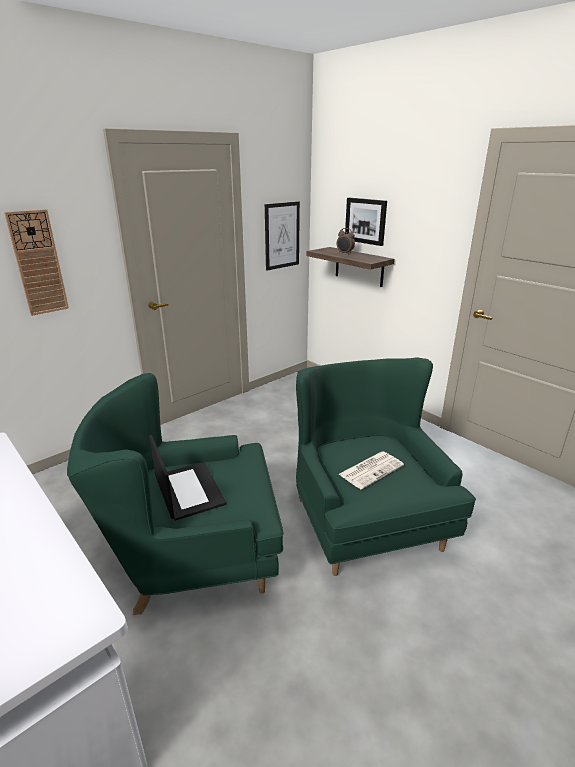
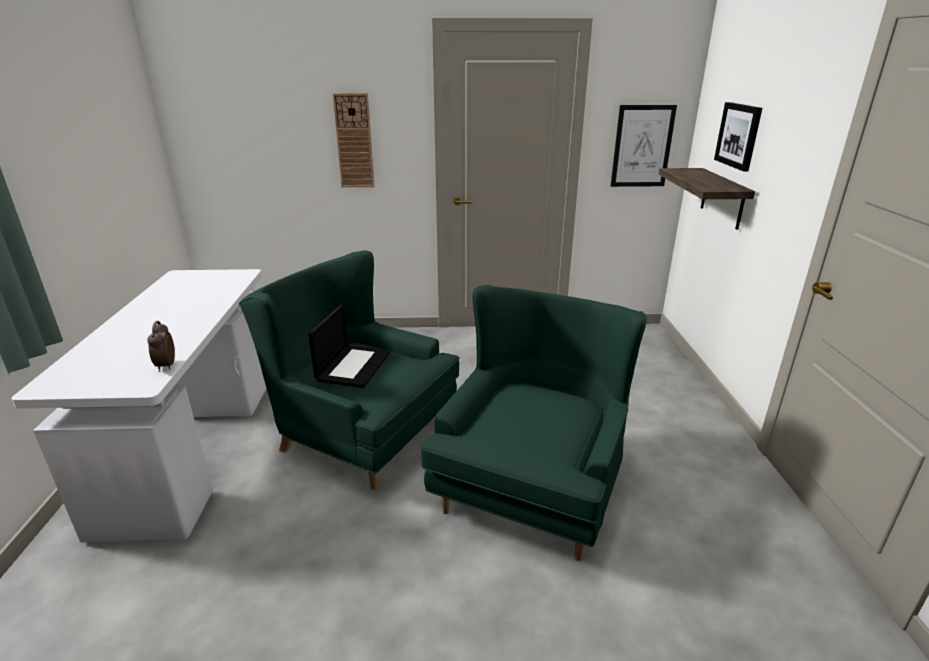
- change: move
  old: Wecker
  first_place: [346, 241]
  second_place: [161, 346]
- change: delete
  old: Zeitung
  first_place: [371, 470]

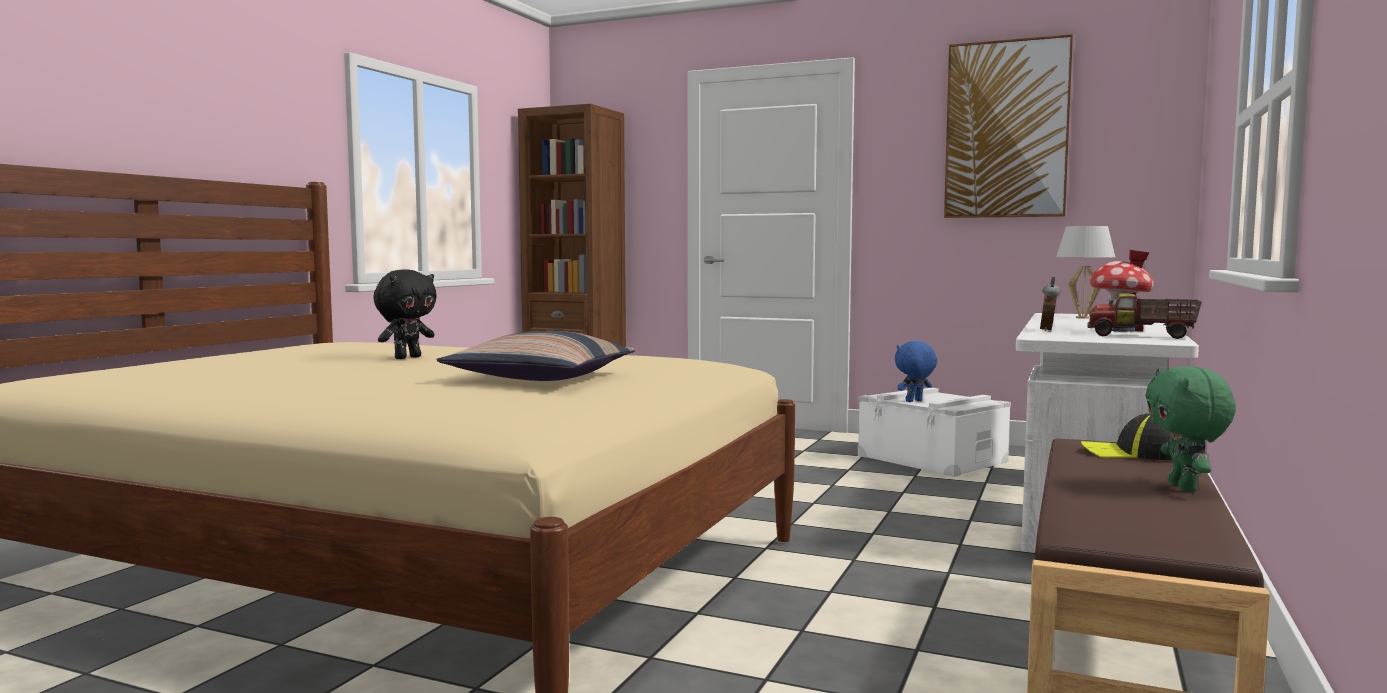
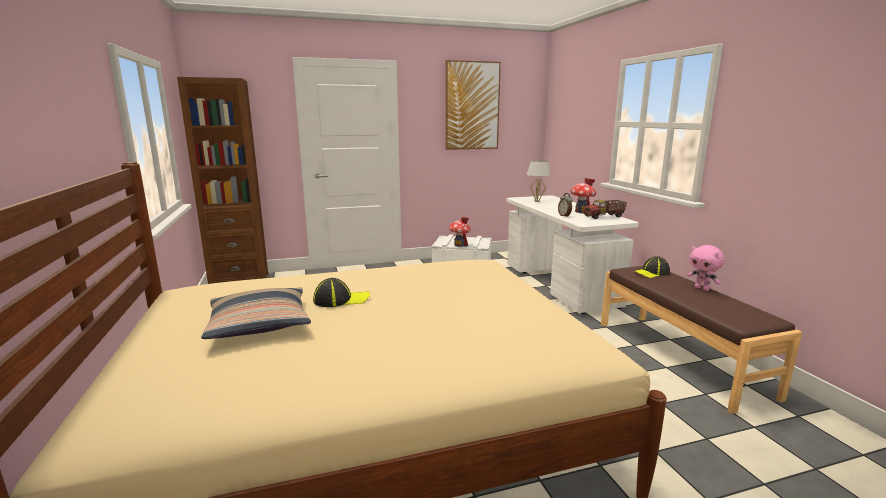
- change: replace
  old: Plüschtier/schwarz
  new: Kappe
  first_place: [405, 314]
  second_place: [341, 292]
- change: move
  old: Kissen
  first_place: [535, 356]
  second_place: [256, 313]
- change: replace
  old: Plüschtier/blau
  new: Spielzeughaus
  first_place: [916, 371]
  second_place: [460, 231]
- change: recolor
  old: Plüschtier/grün
  new: Plüschtier/rosa
  first_place: [1190, 429]
  second_place: [706, 268]

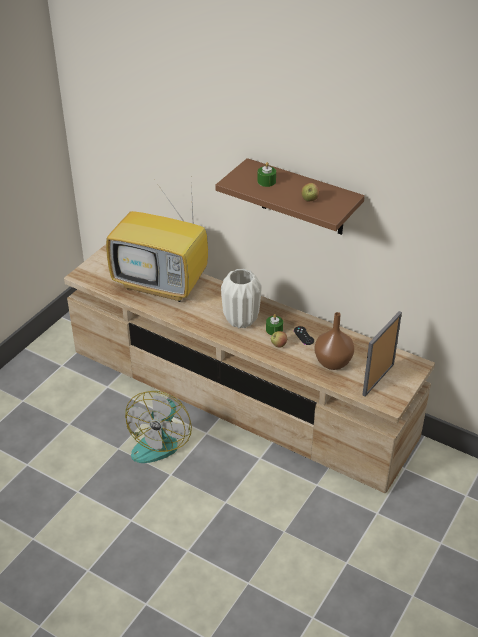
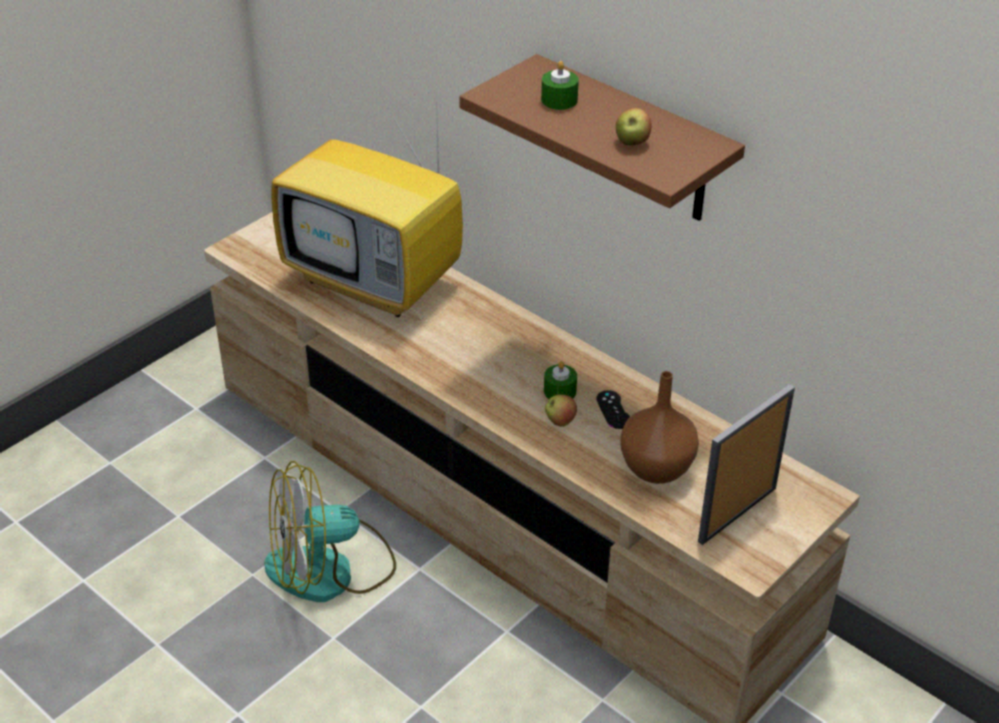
- change: rotate
  old: Ventilator
  first_place: [158, 427]
  second_place: [330, 531]
  degrees: 45
- change: delete
  old: Vase/weiß
  first_place: [241, 298]

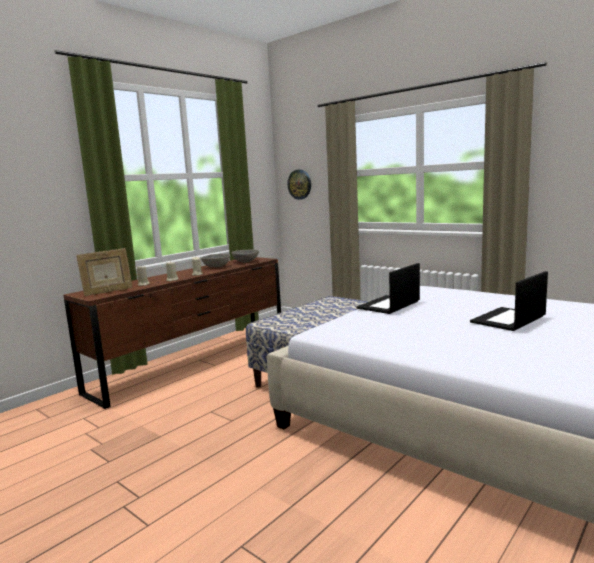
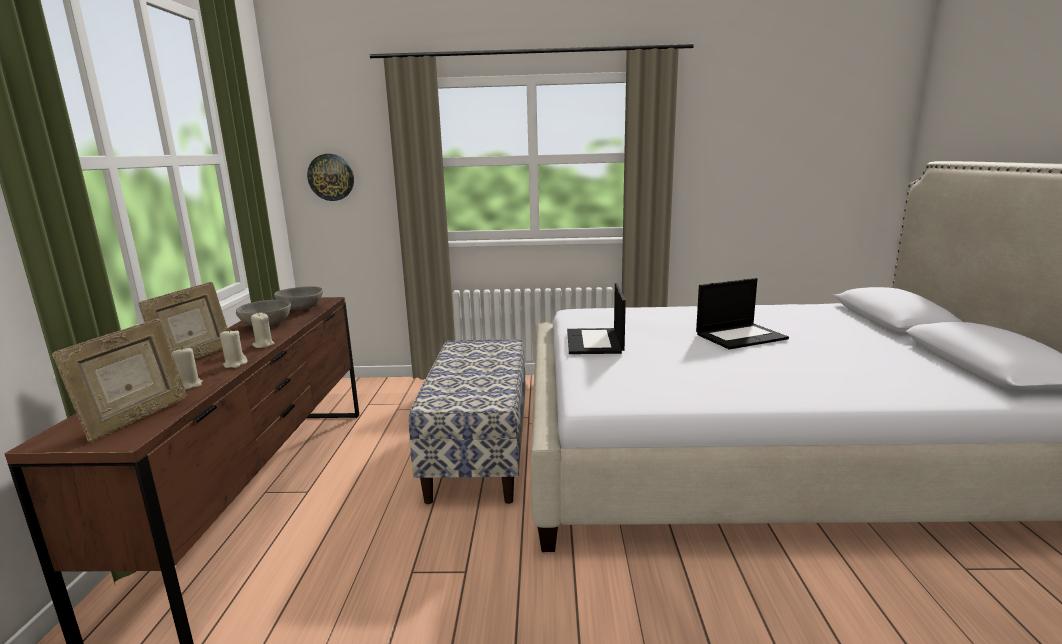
- change: rotate
  old: Laptop
  first_place: [509, 301]
  second_place: [742, 313]
  degrees: -120
- change: insert
  new: Bilderrahmen
  second_place: [183, 320]

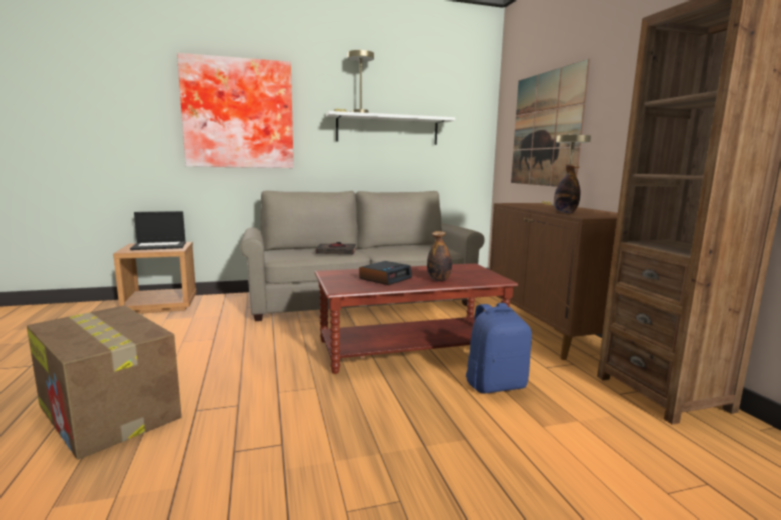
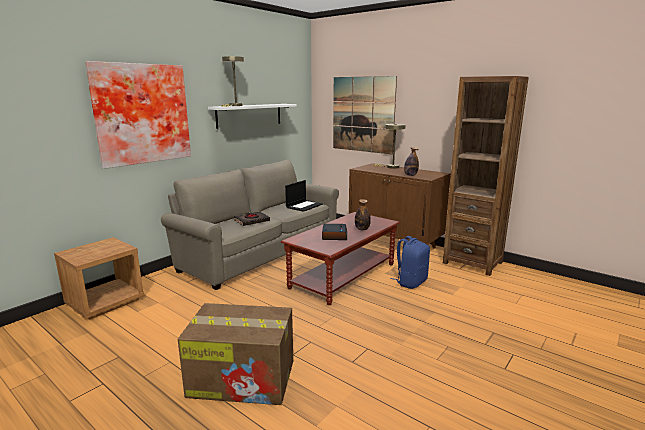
- change: move
  old: Laptop
  first_place: [158, 230]
  second_place: [304, 196]

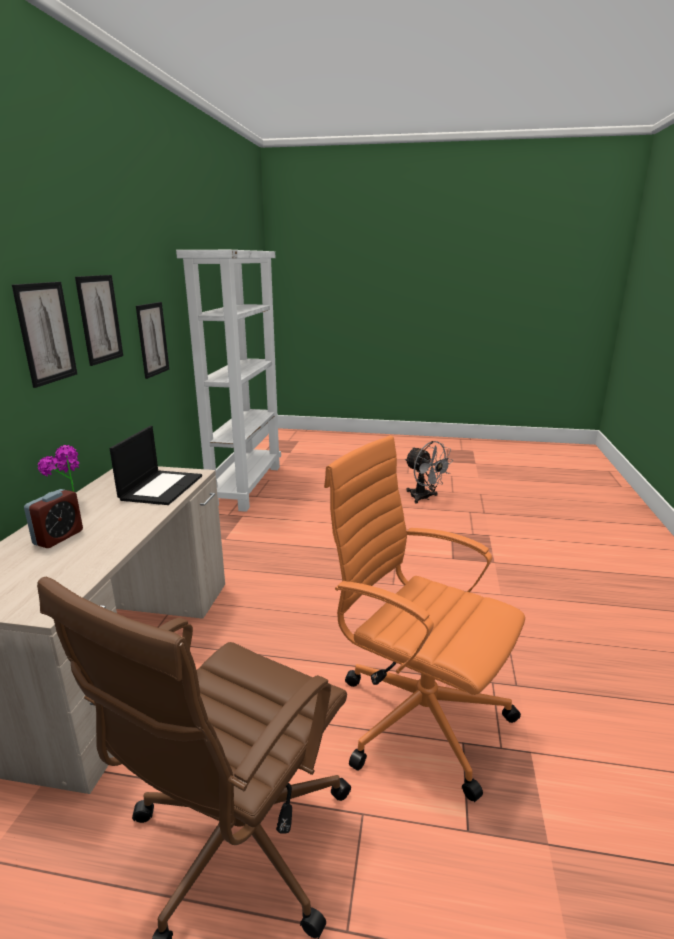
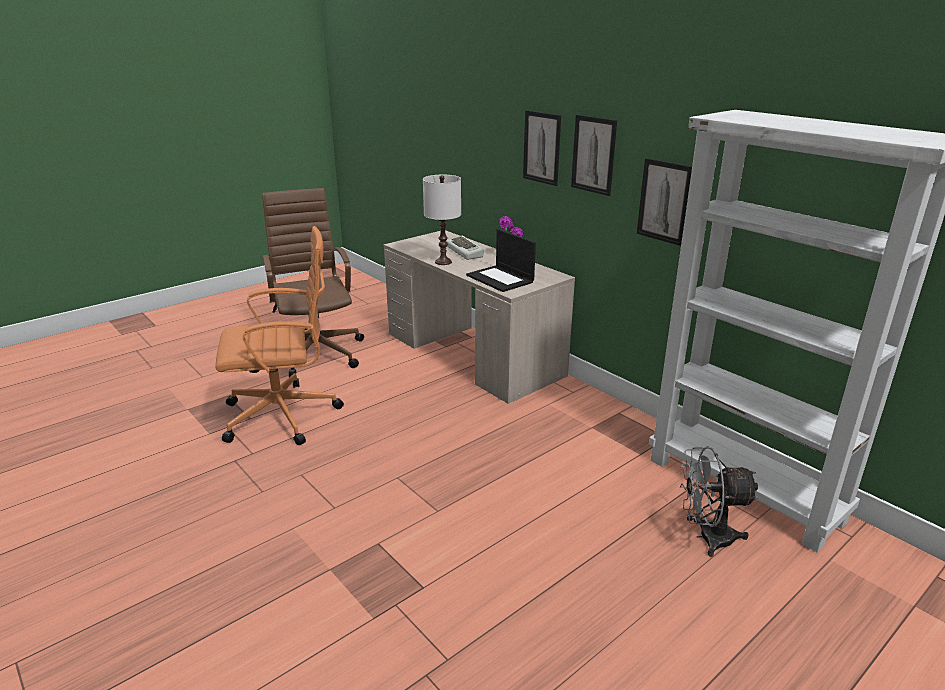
- change: replace
  old: Wecker
  new: Tastatur
  first_place: [53, 518]
  second_place: [464, 248]
- change: move
  old: Ventilator/grau
  first_place: [428, 472]
  second_place: [719, 501]
- change: insert
  new: Tischlampe/weiß
  second_place: [442, 220]

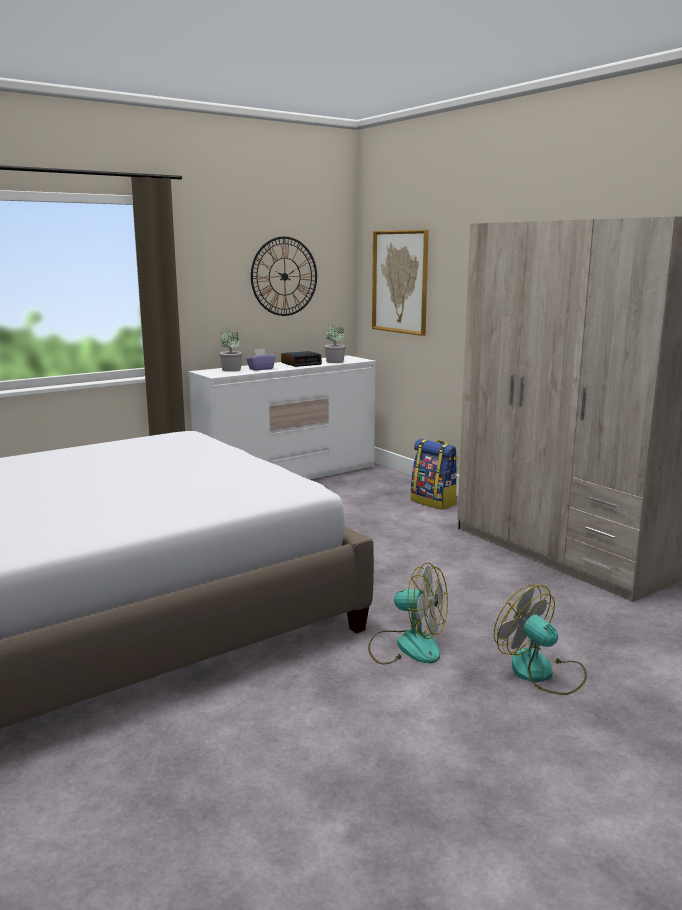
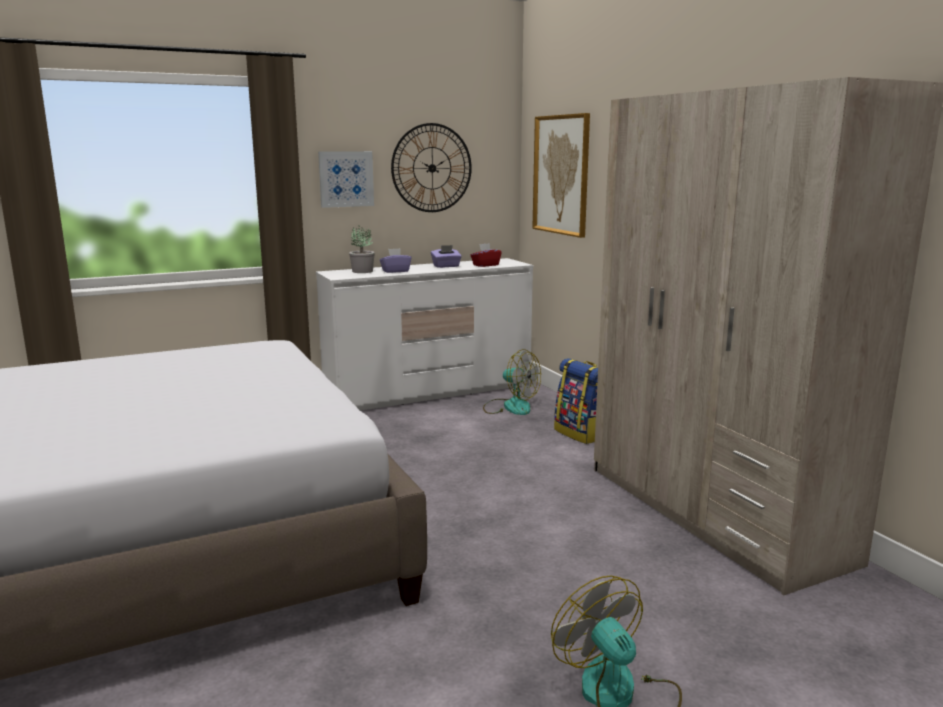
- change: replace
  old: Wecker
  new: Taschentuchbox/lila
  first_place: [301, 359]
  second_place: [446, 256]
- change: replace
  old: Topfpflanze
  new: Taschentuchbox/rot
  first_place: [335, 344]
  second_place: [486, 255]
- change: move
  old: Ventilator
  first_place: [408, 613]
  second_place: [512, 382]
- change: insert
  new: Bild
  second_place: [346, 179]

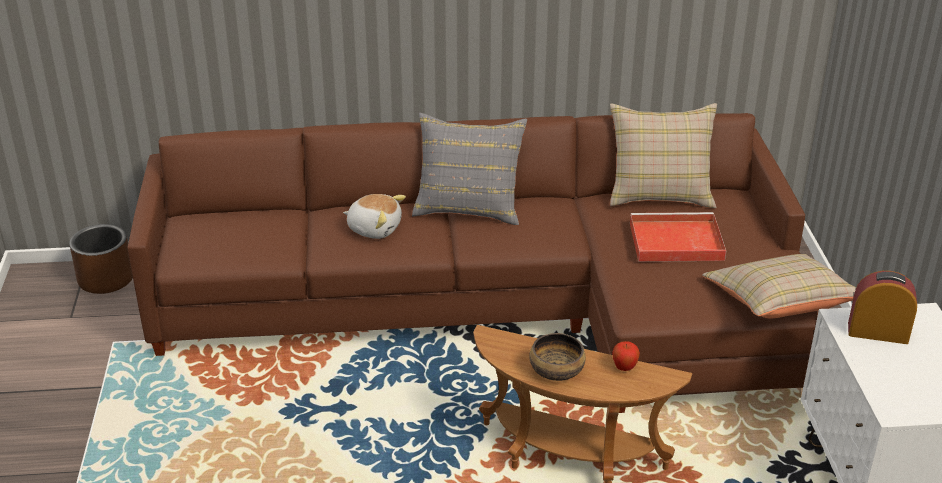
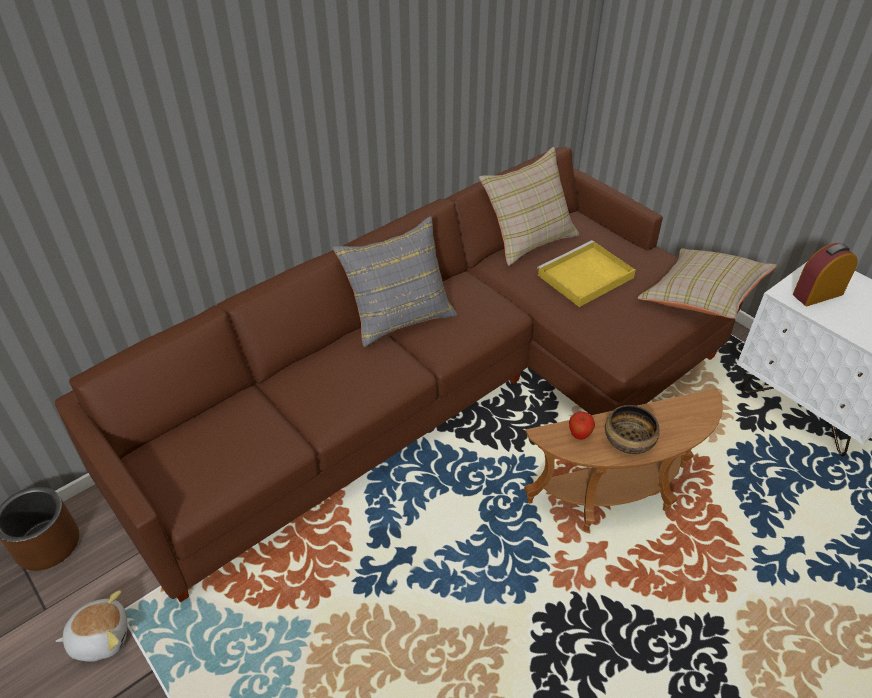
- change: move
  old: Plüschtier
  first_place: [374, 216]
  second_place: [91, 626]
- change: move
  old: Apfel
  first_place: [626, 356]
  second_place: [582, 426]
- change: recolor
  old: Tablett/rot
  new: Tablett/gelb
  first_place: [678, 237]
  second_place: [586, 273]

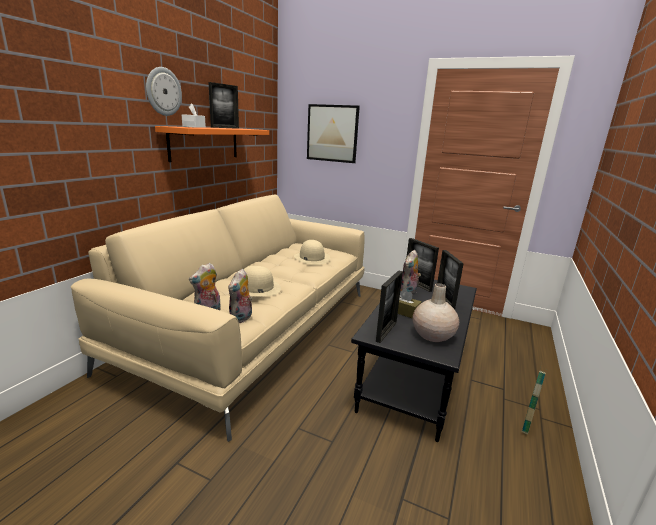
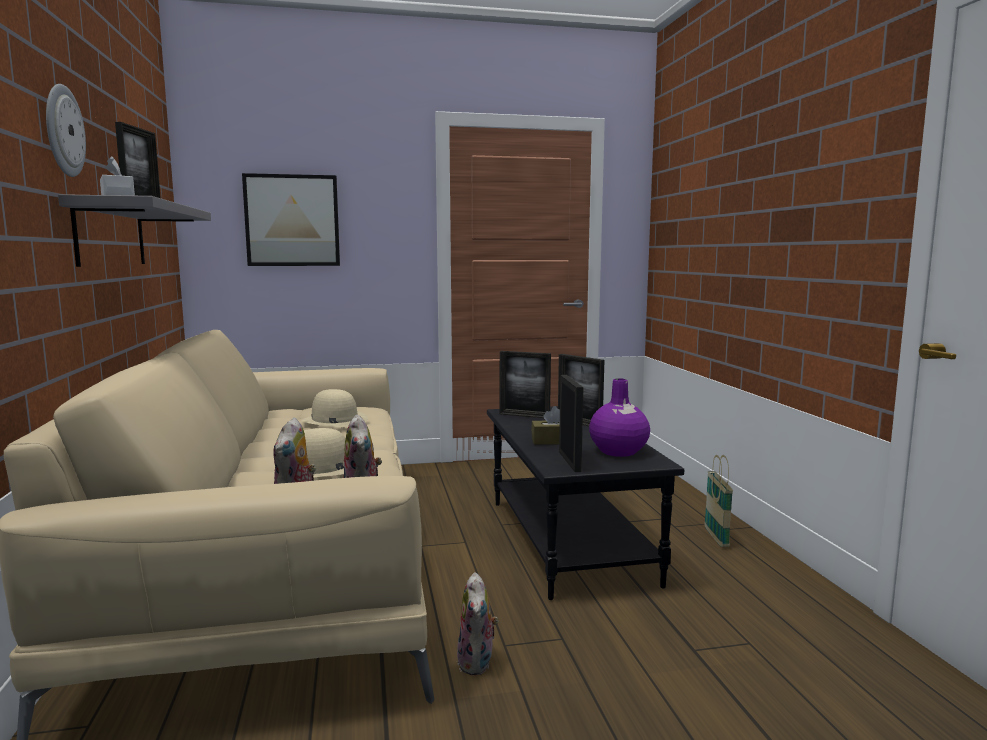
- change: recolor
  old: Wandregal/orange
  new: Wandregal/grau
  first_place: [212, 144]
  second_place: [134, 230]
- change: move
  old: Plüschtier
  first_place: [410, 272]
  second_place: [478, 623]
- change: recolor
  old: Vase/beige
  new: Vase/lila
  first_place: [436, 312]
  second_place: [619, 417]

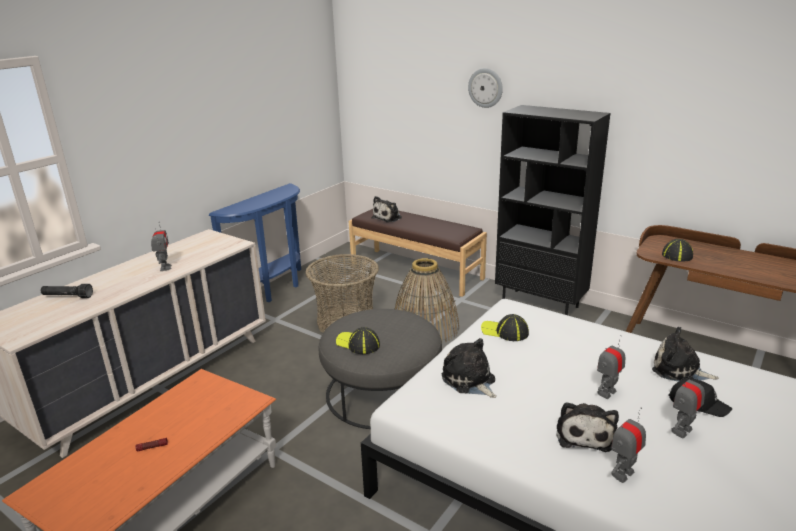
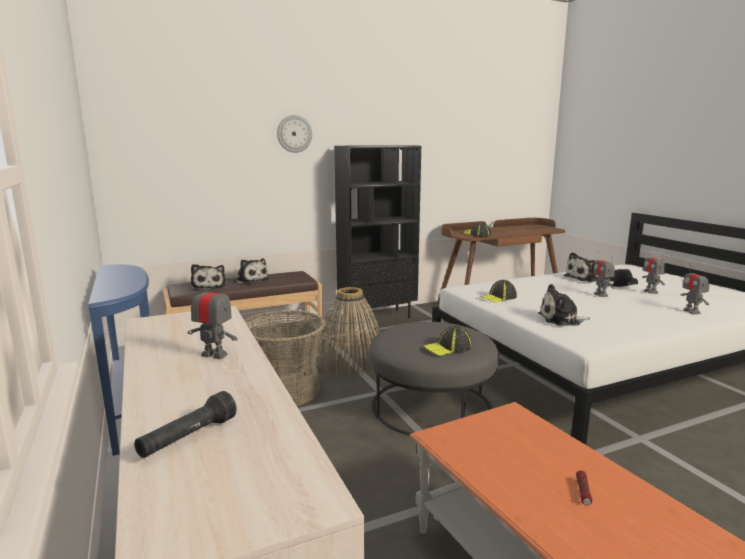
- change: move
  old: Plüschtier
  first_place: [587, 427]
  second_place: [251, 271]

